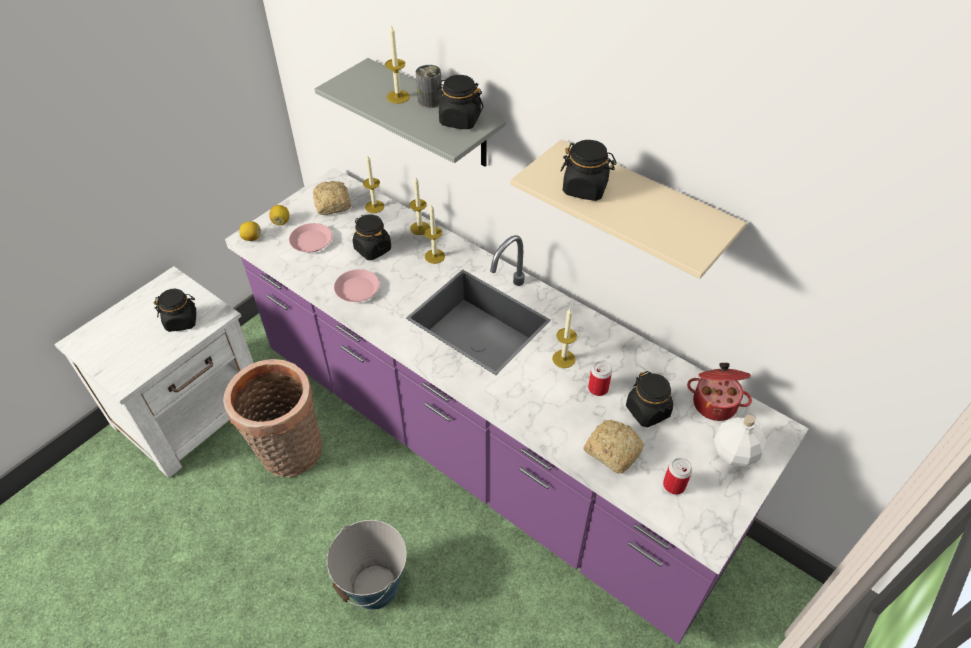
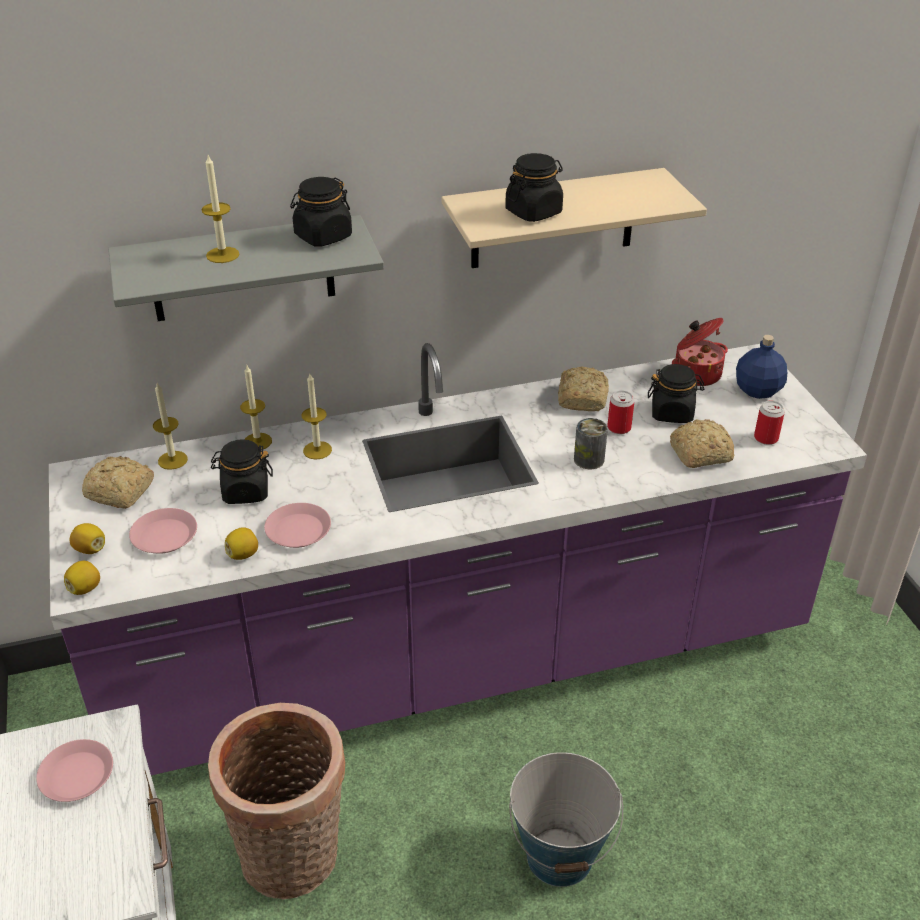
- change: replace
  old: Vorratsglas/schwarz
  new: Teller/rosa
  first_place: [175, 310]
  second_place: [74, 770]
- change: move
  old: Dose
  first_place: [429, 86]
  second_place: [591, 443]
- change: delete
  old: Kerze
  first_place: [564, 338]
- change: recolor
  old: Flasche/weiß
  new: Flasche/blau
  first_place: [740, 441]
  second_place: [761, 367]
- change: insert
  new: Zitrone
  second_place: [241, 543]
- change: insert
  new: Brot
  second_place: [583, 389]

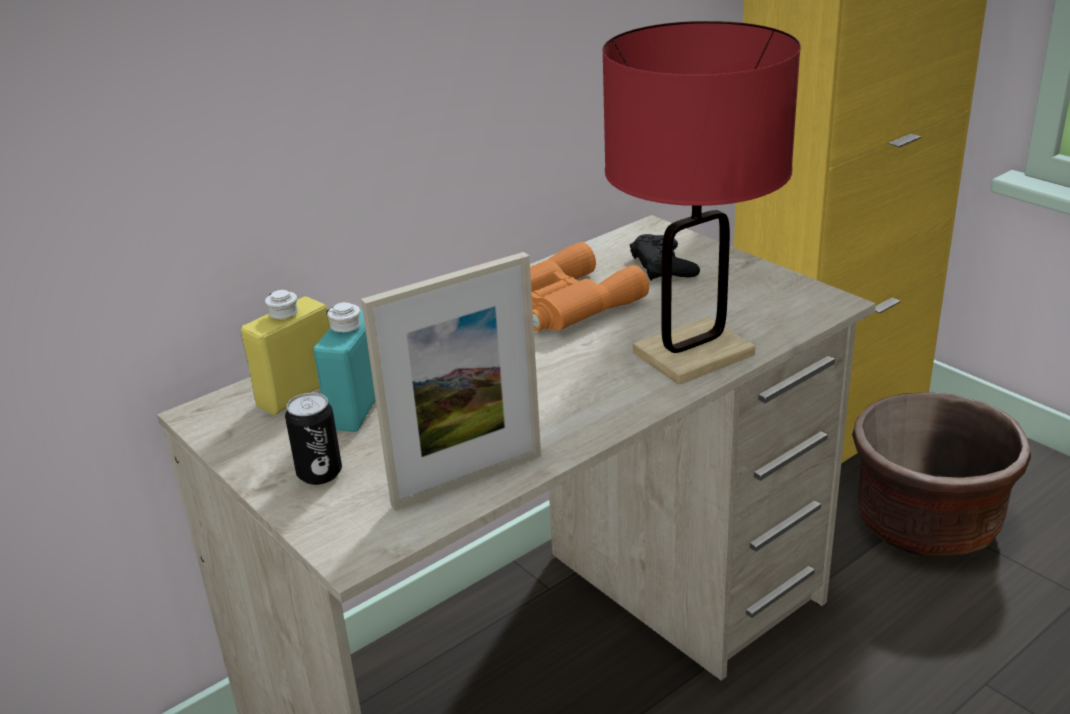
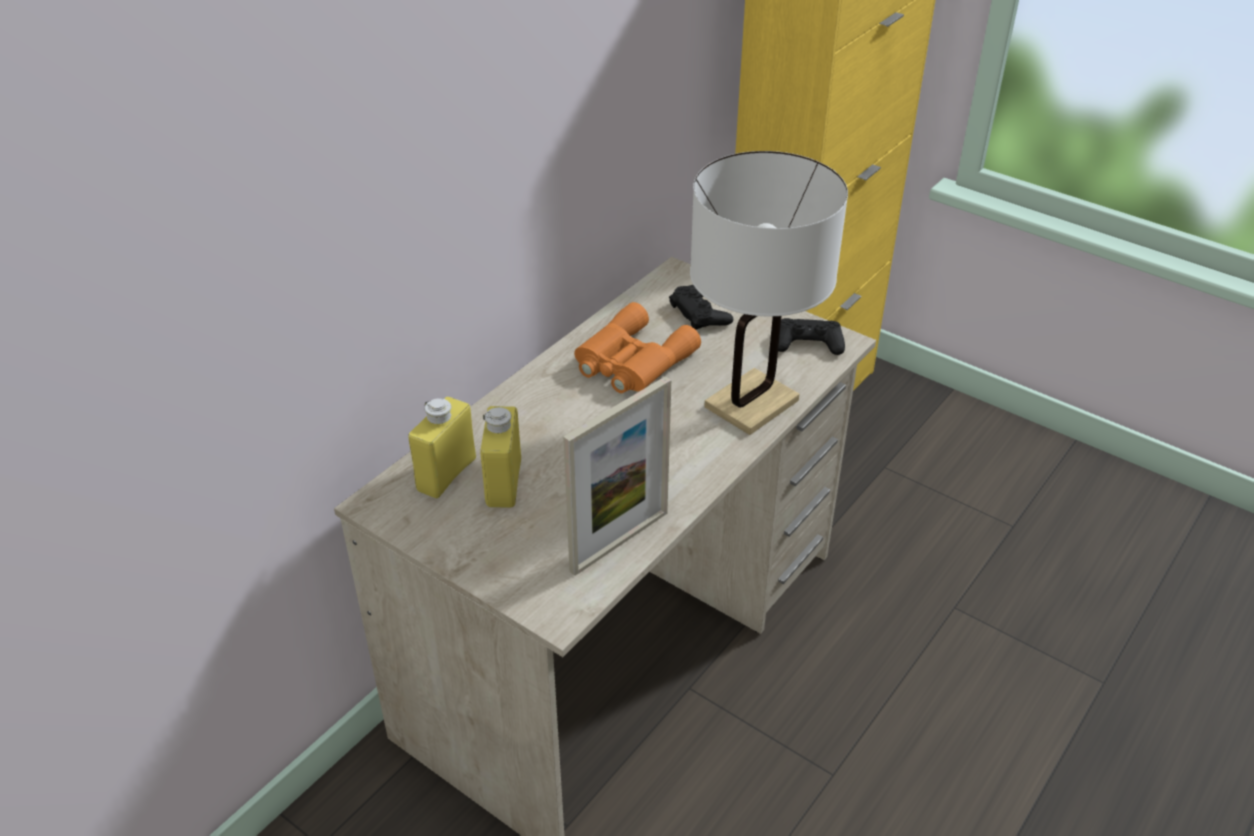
- change: delete
  old: Dose
  first_place: [313, 439]
- change: recolor
  old: Flasche/türkis
  new: Flasche/gelb
  first_place: [345, 367]
  second_place: [500, 457]
- change: recolor
  old: Tischlampe/rot
  new: Tischlampe/weiß
  first_place: [701, 203]
  second_place: [769, 293]
- change: delete
  old: Pflanzkübel/braun
  first_place: [941, 474]
- change: insert
  new: Gamepad/schwarz
  second_place: [811, 336]

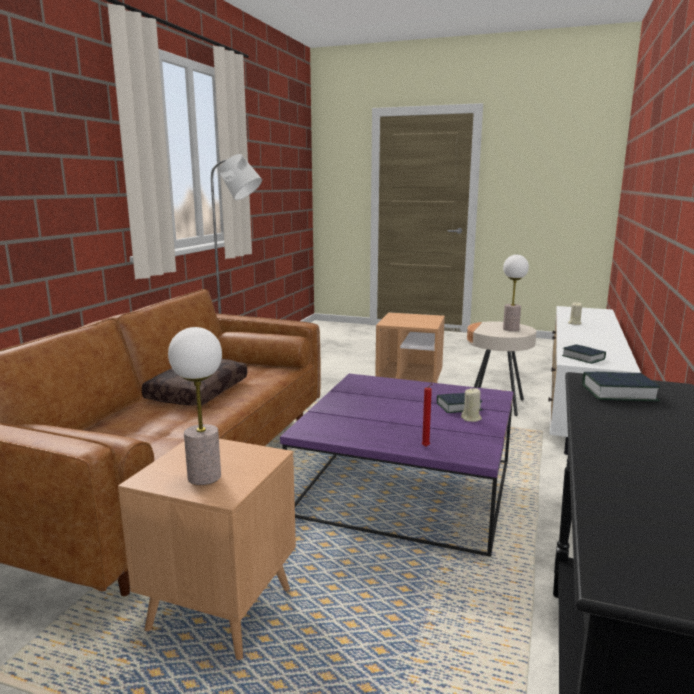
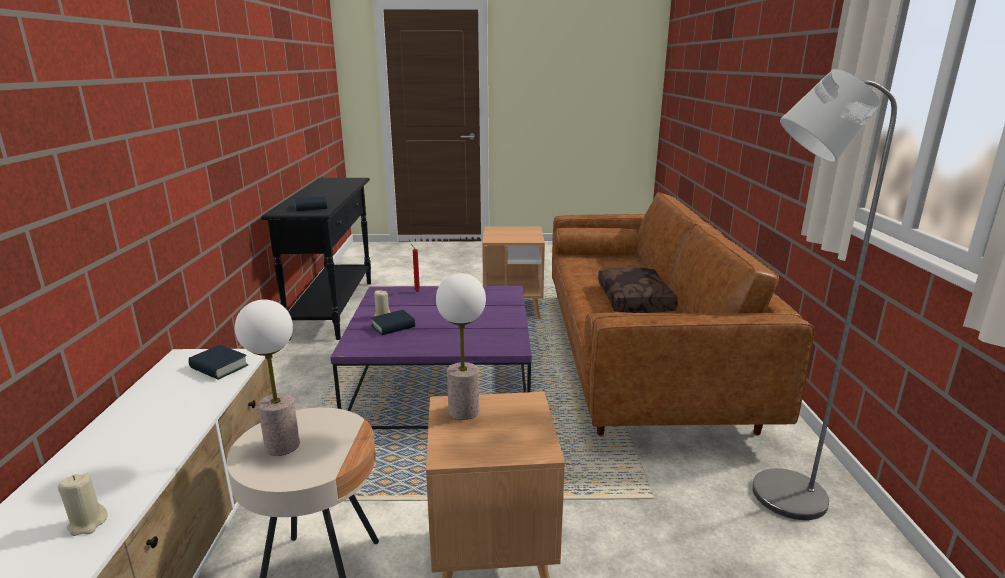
- change: move
  old: Tischlampe
  first_place: [195, 406]
  second_place: [461, 346]

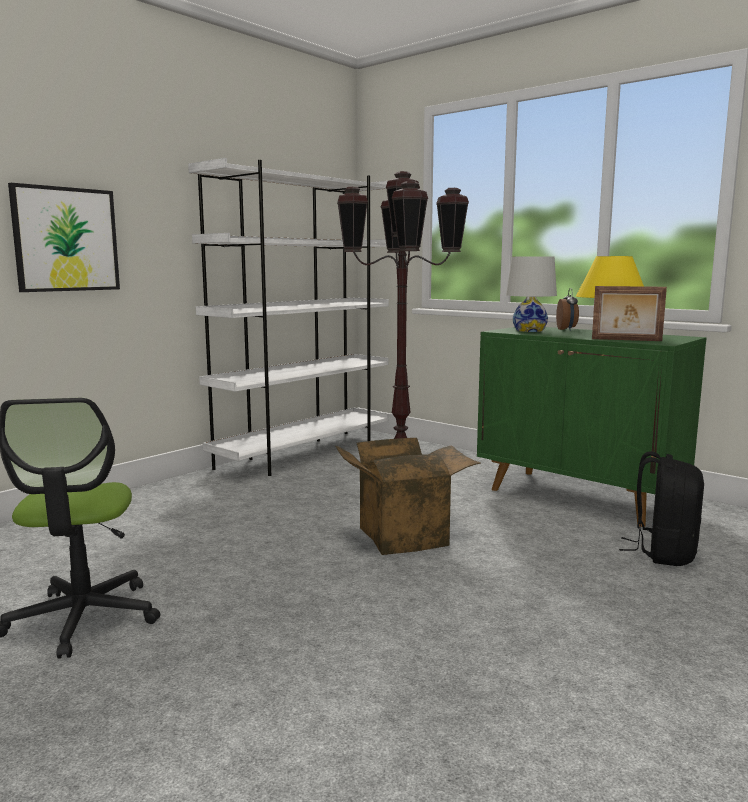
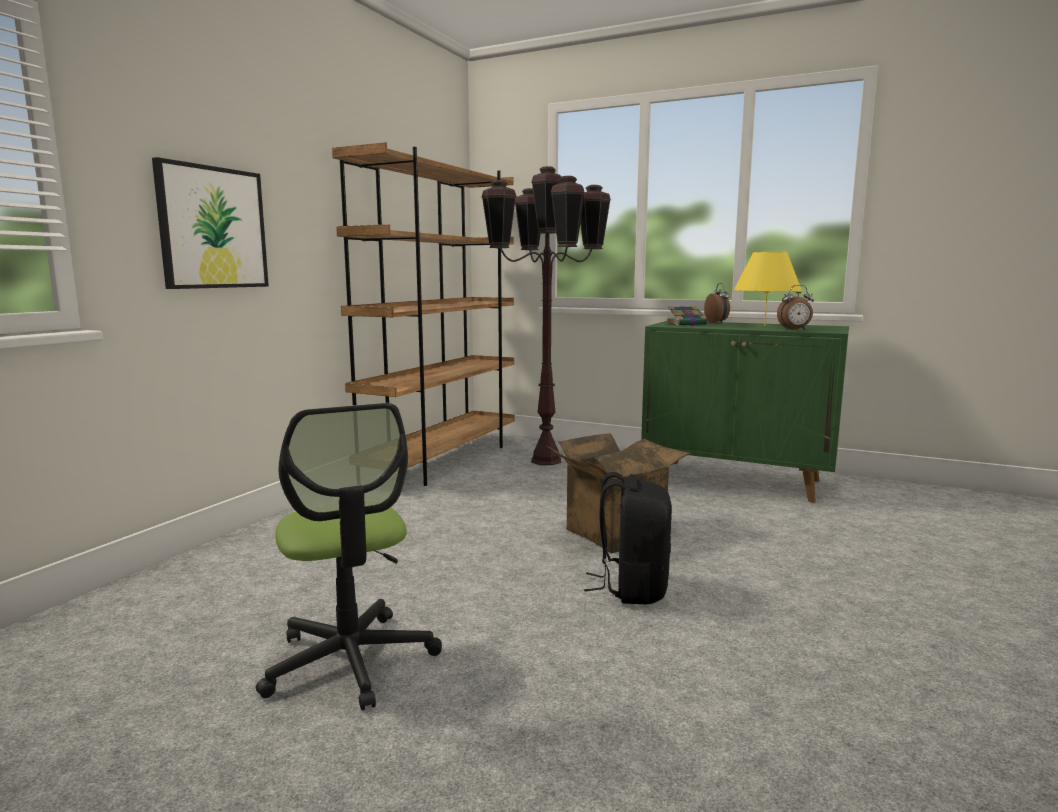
- change: recolor
  old: Bücherregal/weiß
  new: Bücherregal/braun
  first_place: [288, 317]
  second_place: [423, 314]
- change: replace
  old: Tischlampe/weiß
  new: Buch
  first_place: [531, 294]
  second_place: [688, 316]
- change: replace
  old: Bilderrahmen
  new: Wecker
  first_place: [629, 313]
  second_place: [795, 307]
- change: move
  old: Rucksack/schwarz
  first_place: [661, 508]
  second_place: [628, 538]

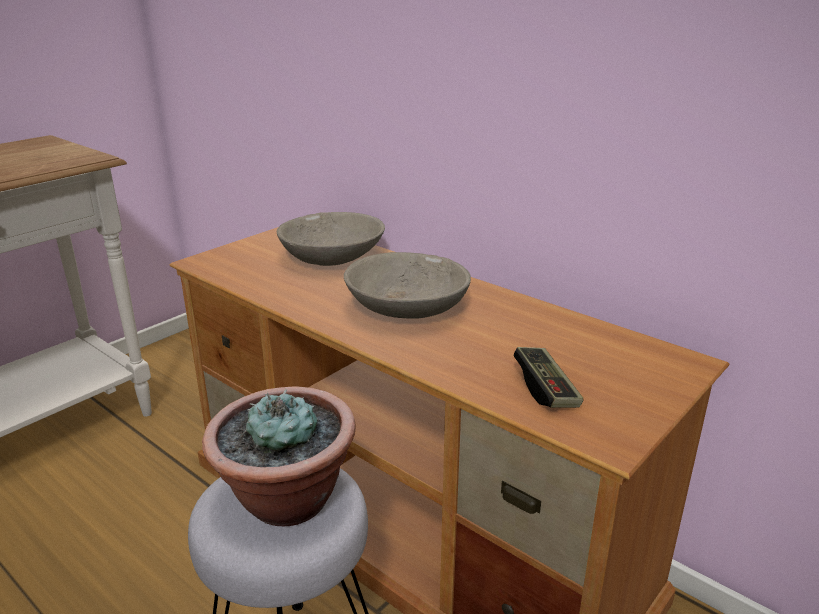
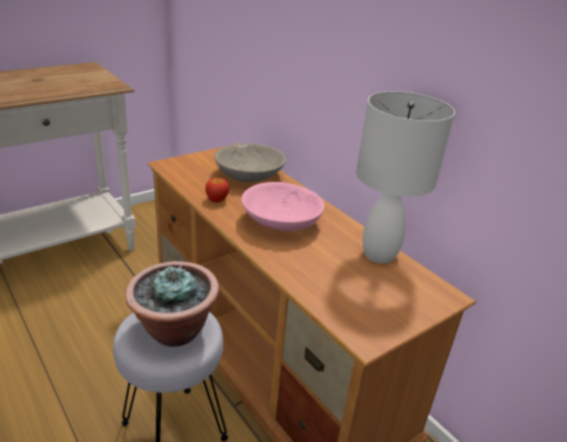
- change: recolor
  old: Schüssel/grau
  new: Schüssel/rosa
  first_place: [407, 285]
  second_place: [283, 206]
- change: delete
  old: Gamepad
  first_place: [549, 377]
- change: insert
  new: Apfel
  second_place: [217, 190]
- change: insert
  new: Tischlampe/weiß
  second_place: [405, 177]

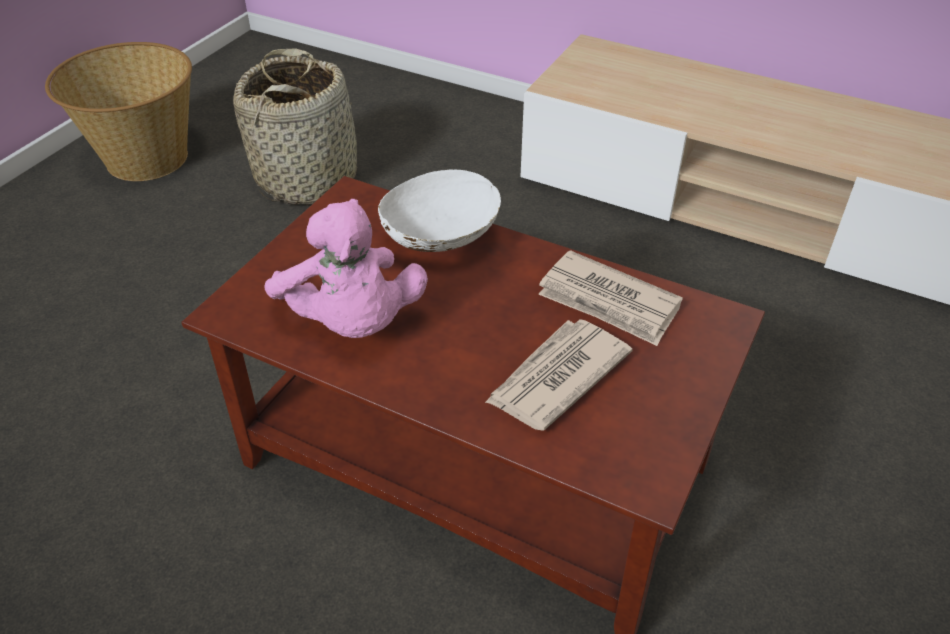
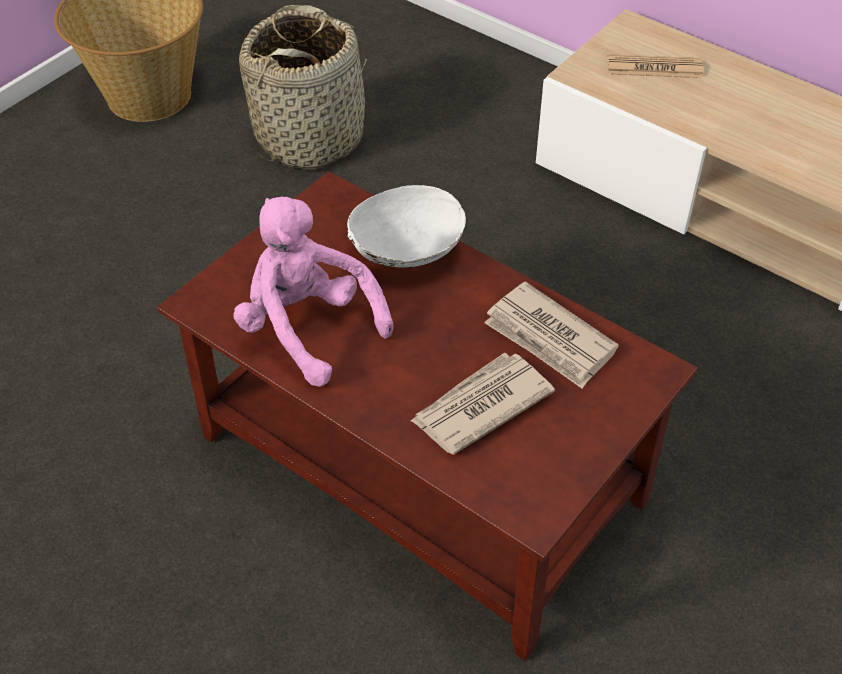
- change: rotate
  old: Plüschtier/rosa
  first_place: [346, 268]
  second_place: [313, 292]
  degrees: 150
- change: insert
  new: Zeitung
  second_place: [655, 66]

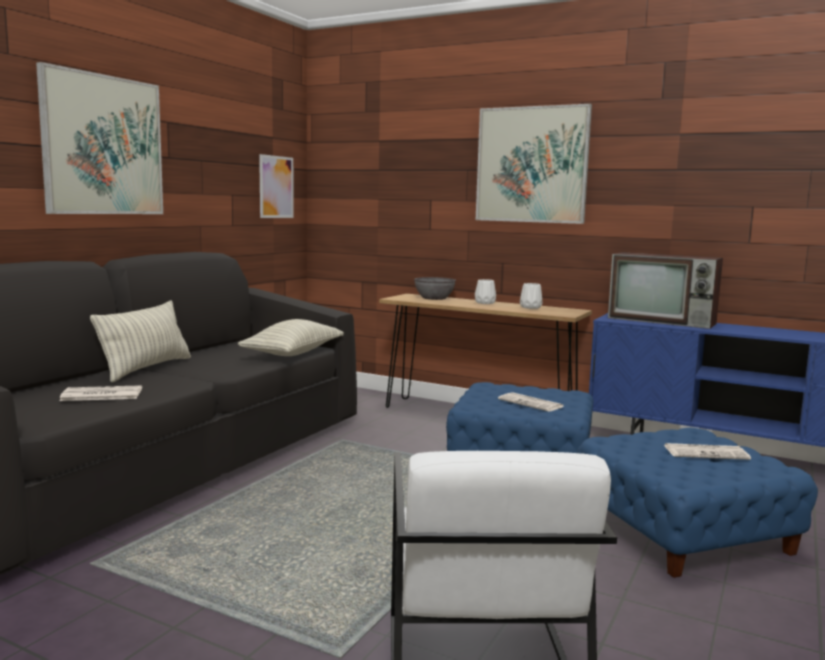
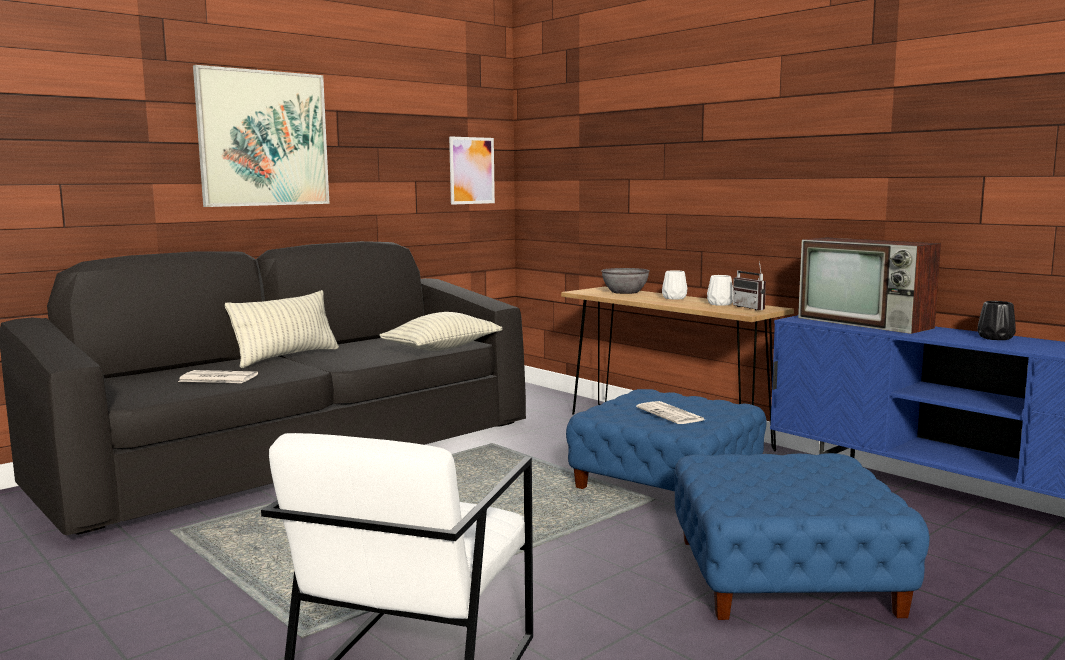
- change: delete
  old: Bild
  first_place: [534, 164]
- change: delete
  old: Zeitung
  first_place: [707, 451]
- change: insert
  new: Radio
  second_place: [749, 285]
- change: insert
  new: Vase/schwarz
  second_place: [996, 320]

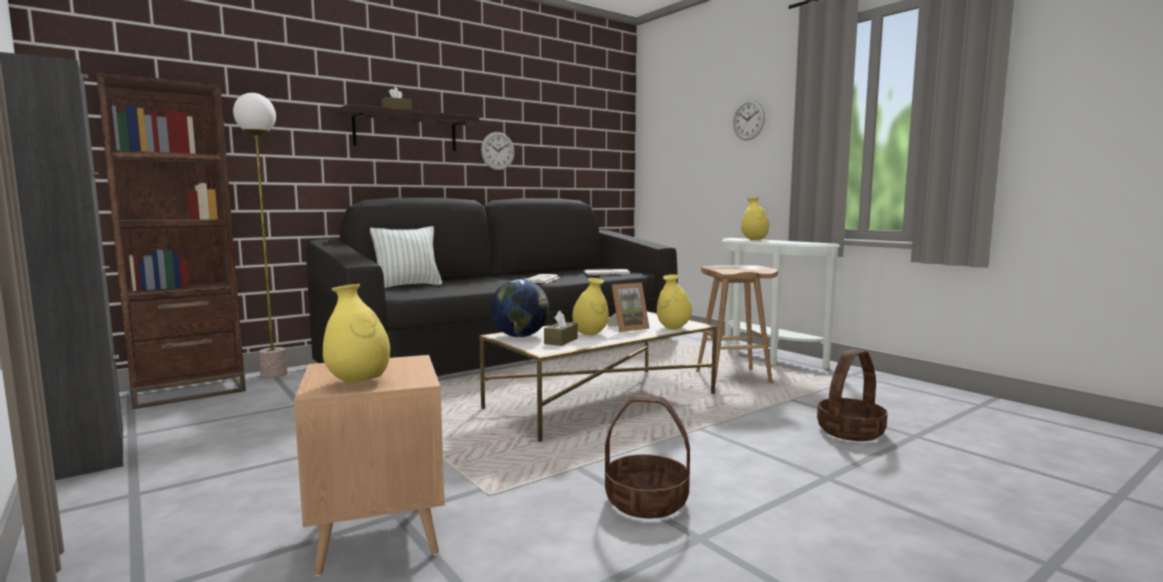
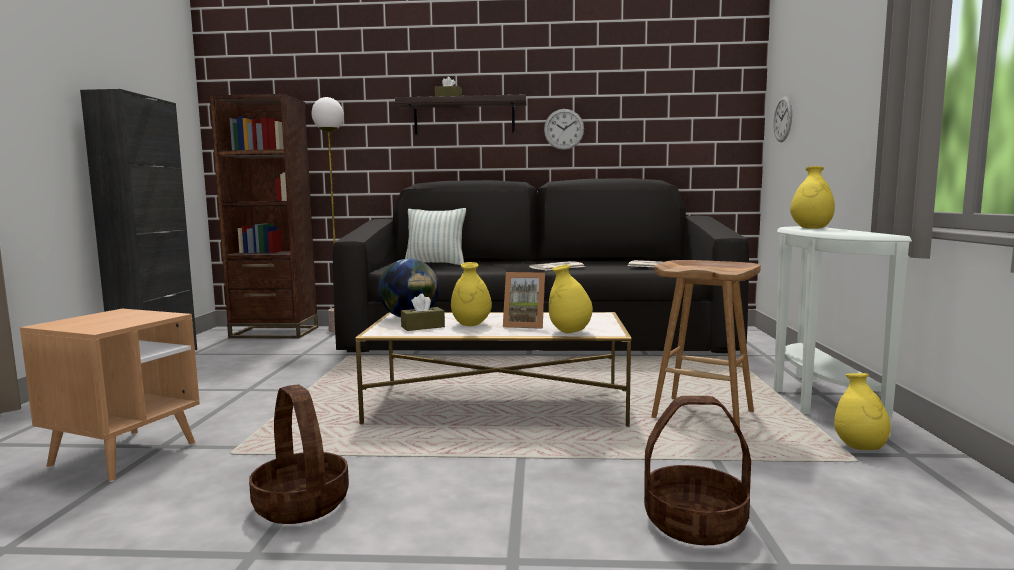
- change: move
  old: Vase/gelb
  first_place: [356, 333]
  second_place: [862, 411]
- change: move
  old: Wanduhr
  first_place: [749, 120]
  second_place: [782, 119]

